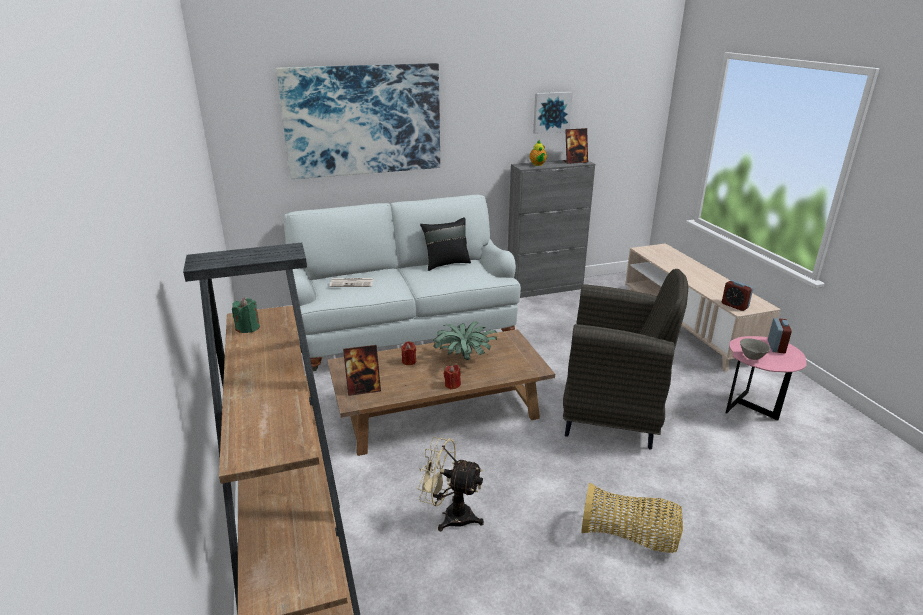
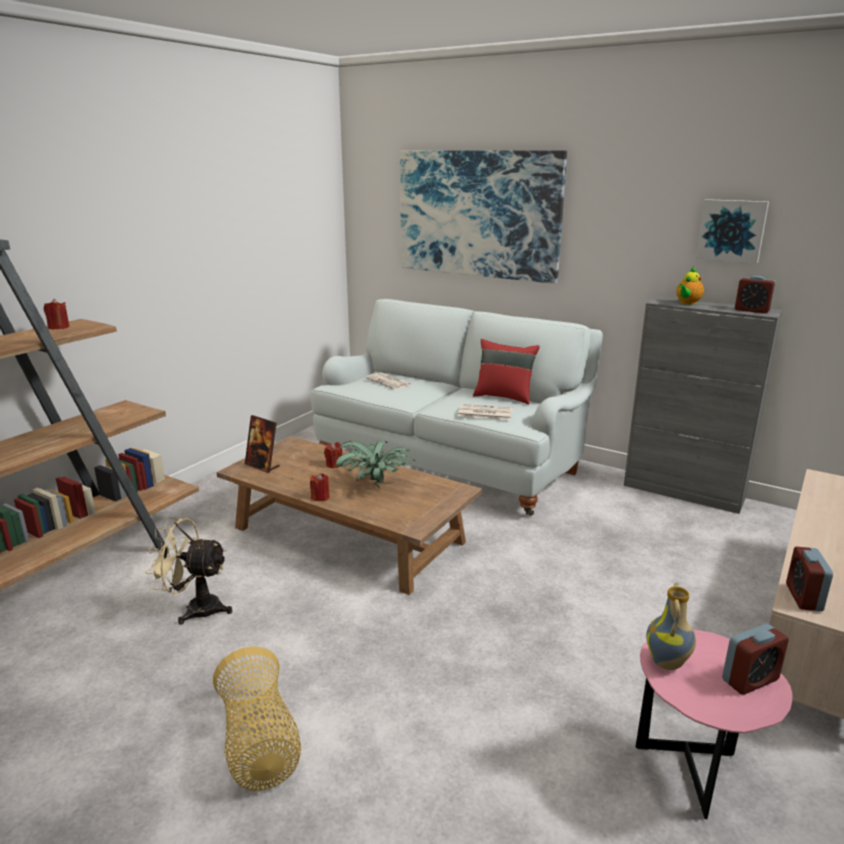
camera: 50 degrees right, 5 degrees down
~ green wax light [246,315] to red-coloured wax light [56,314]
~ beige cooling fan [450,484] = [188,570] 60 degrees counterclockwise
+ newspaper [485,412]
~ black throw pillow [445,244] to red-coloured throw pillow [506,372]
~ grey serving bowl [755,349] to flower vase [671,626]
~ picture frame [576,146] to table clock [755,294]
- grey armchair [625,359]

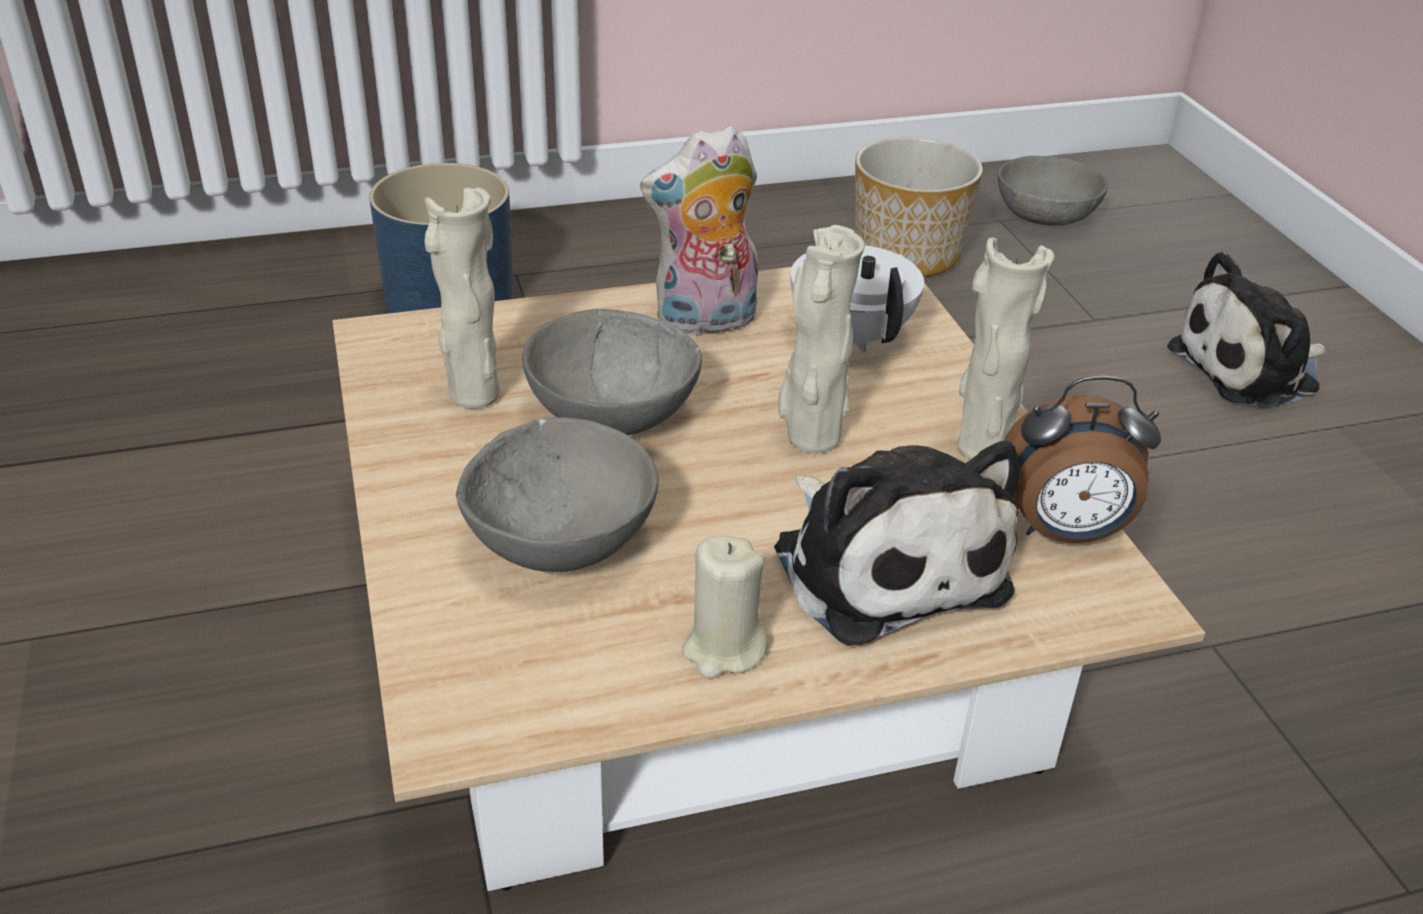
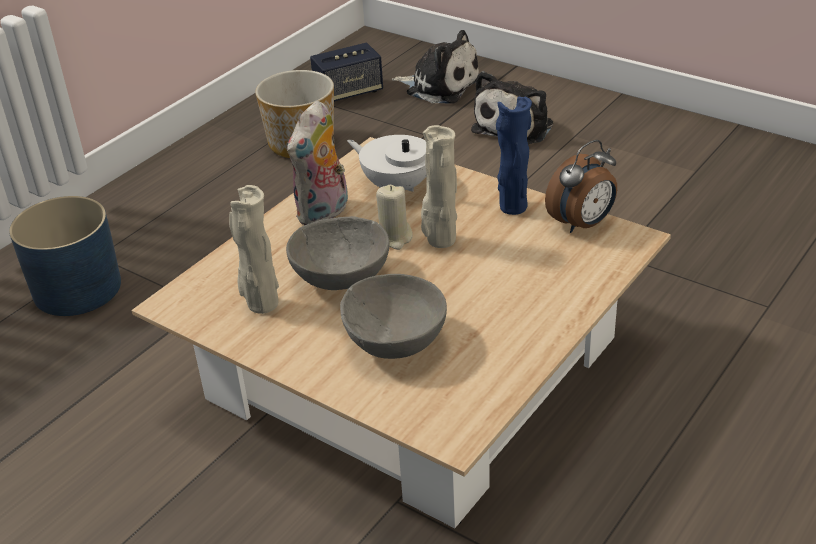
camera: 35 degrees left, 0 degrees up
~ grey serving bowl [1053,191] to speaker [346,72]
~ beige wax light [725,607] to [394,217]
~ plush toy [896,543] to [435,67]
~ beige flower vase [1005,348] to blue-coloured flower vase [514,156]

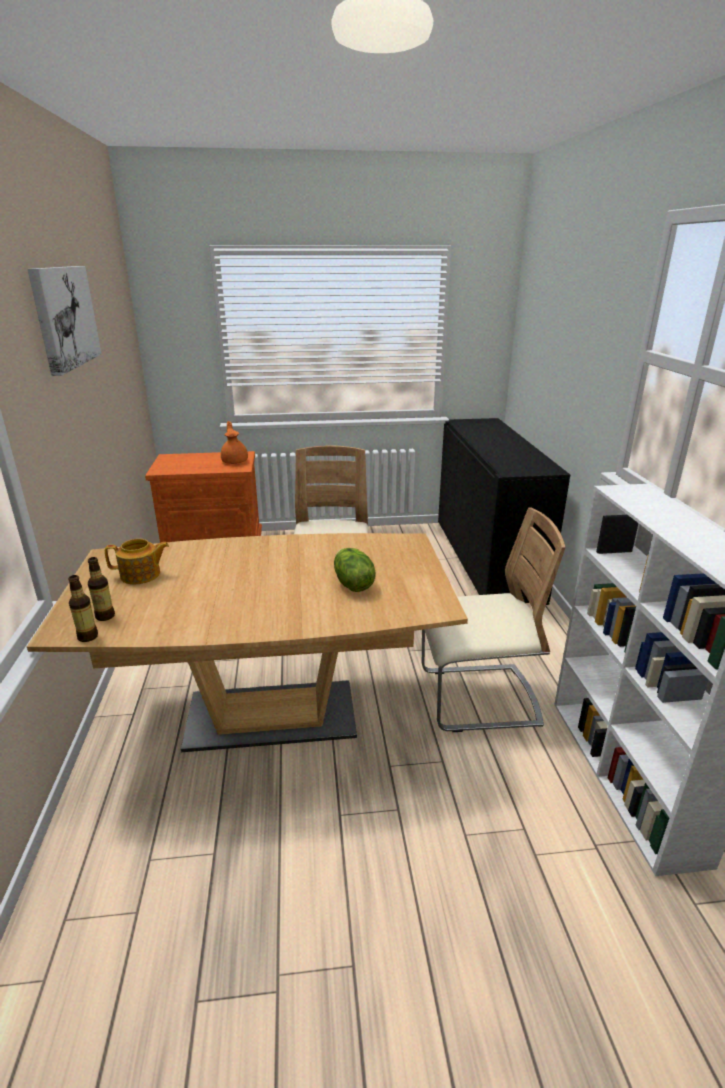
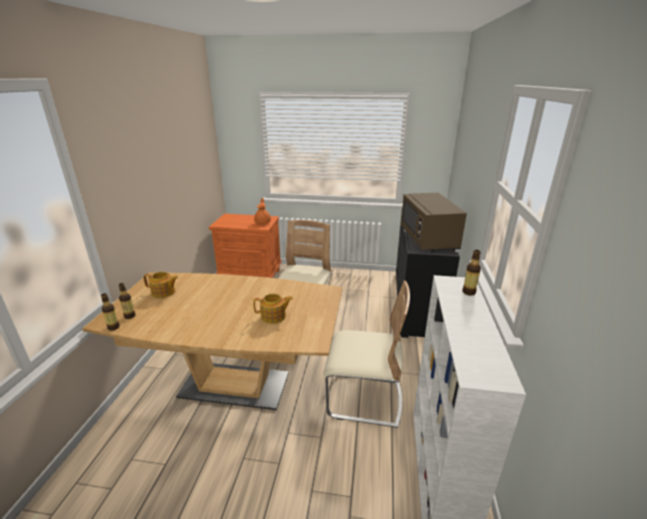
camera: 15 degrees right, 0 degrees up
~ lettuce [355,570] to tea pot [273,308]
+ brown microwave oven [434,222]
+ beverage bottle [471,273]
- wall art [65,321]

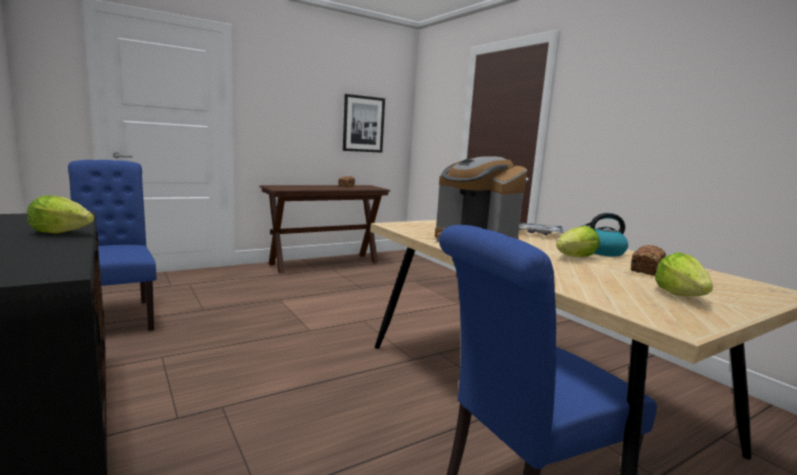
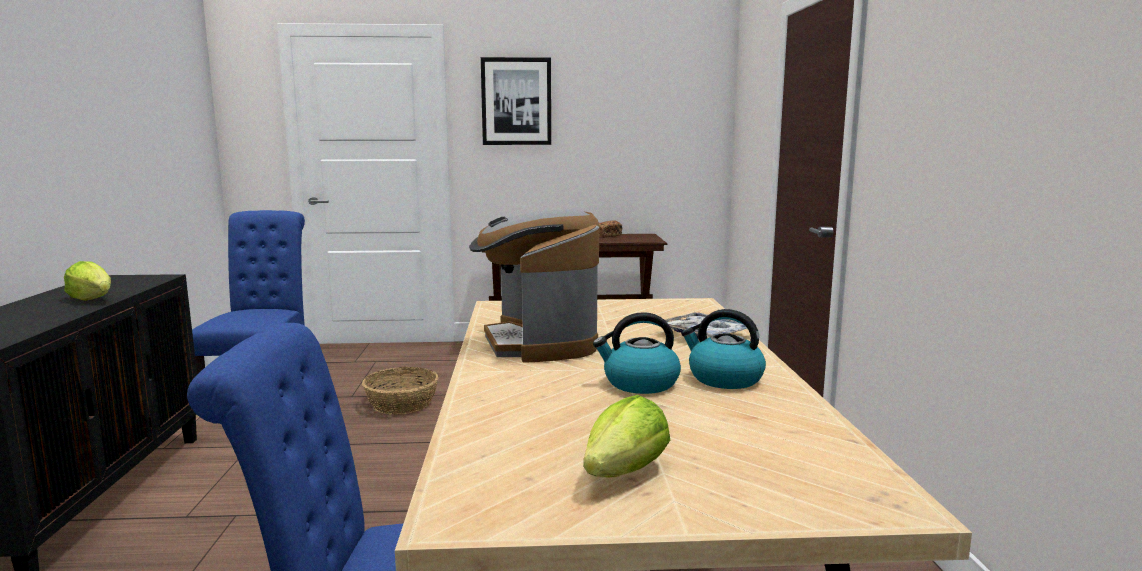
camera: 30 degrees right, 0 degrees up
+ storage basket [400,391]
~ wall art [364,123] to [516,101]
~ lettuce [578,241] to kettle [637,353]
- bread [648,260]

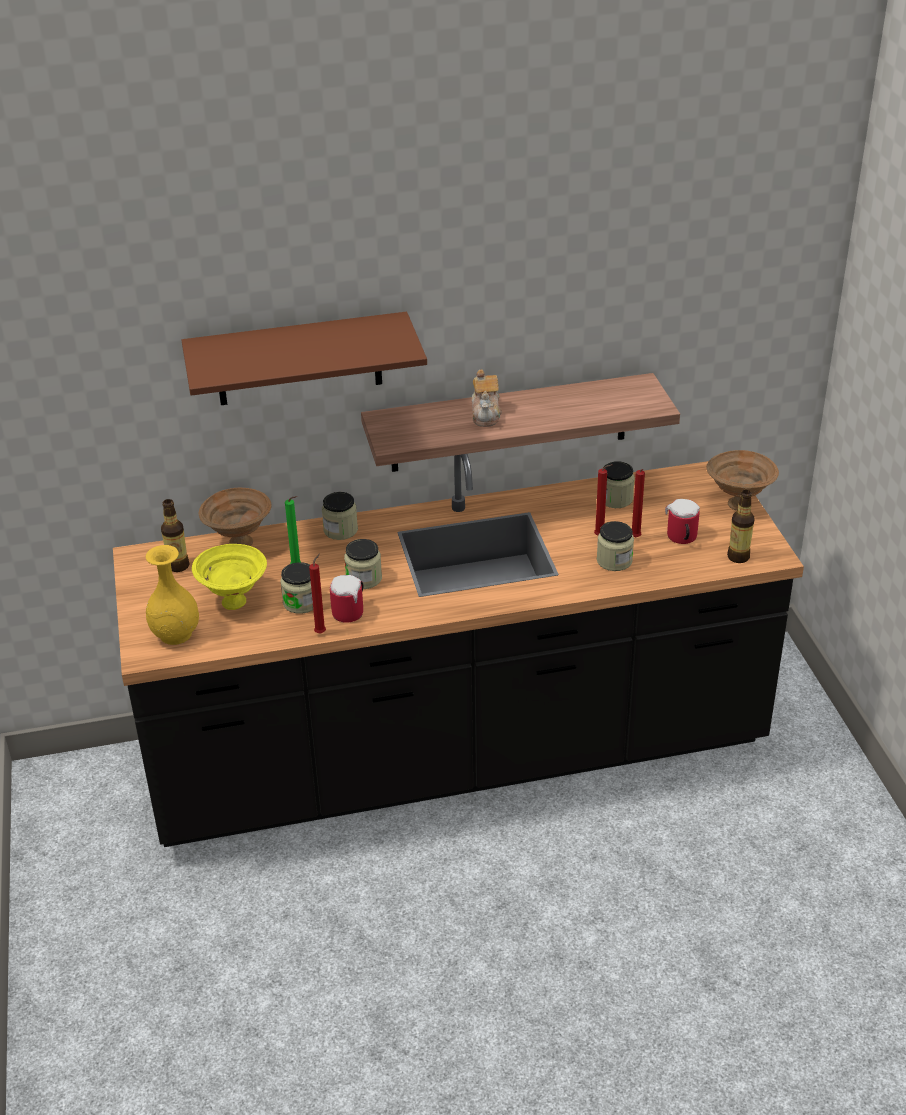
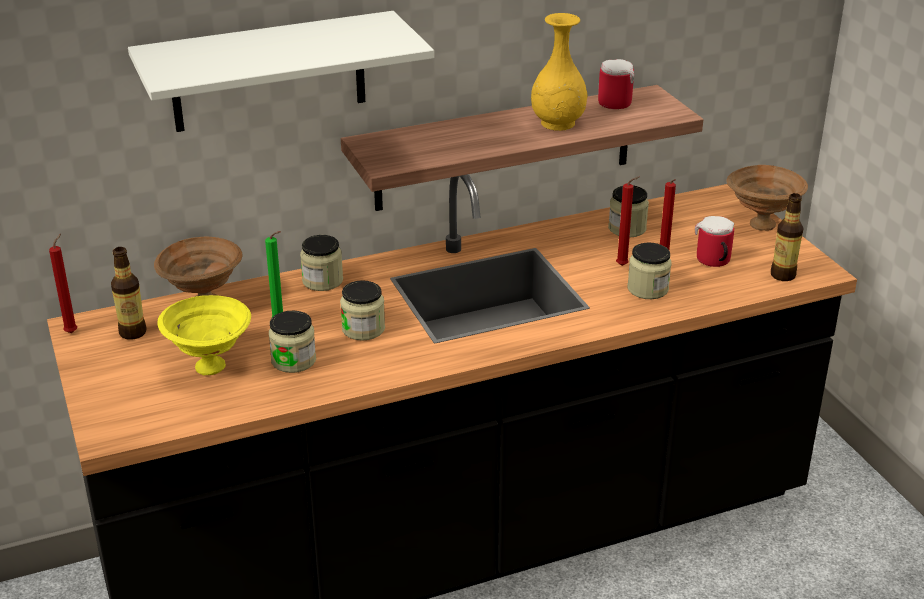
camera: 10 degrees left, 5 degrees down
~ red-coloured wax light [317,593] to [63,283]
~ brown wall shelf [304,358] to whitish wall shelf [281,71]
~ yellow-coloured flower vase [172,595] to [559,72]
~ tea mug [346,599] to [616,84]
- tea pot [487,398]

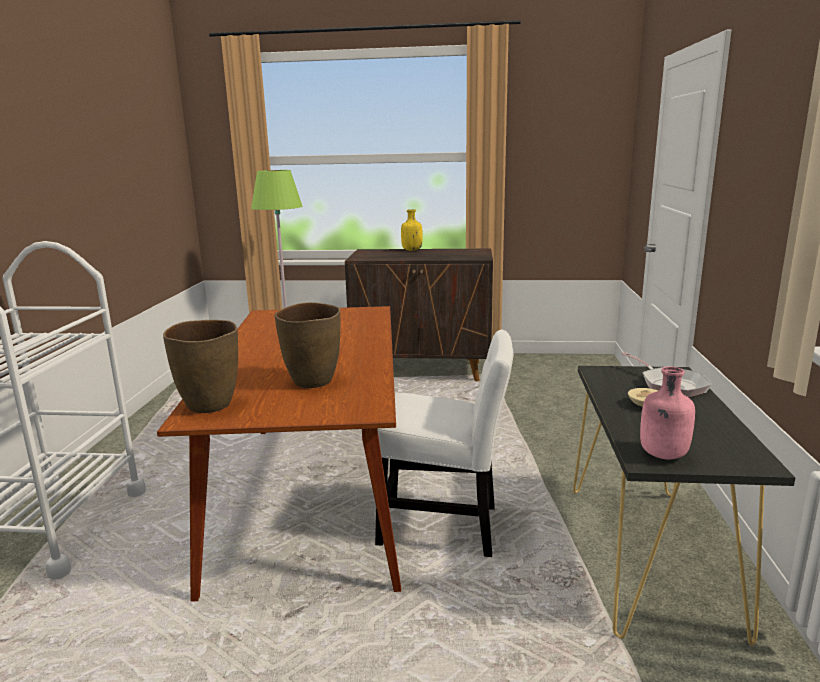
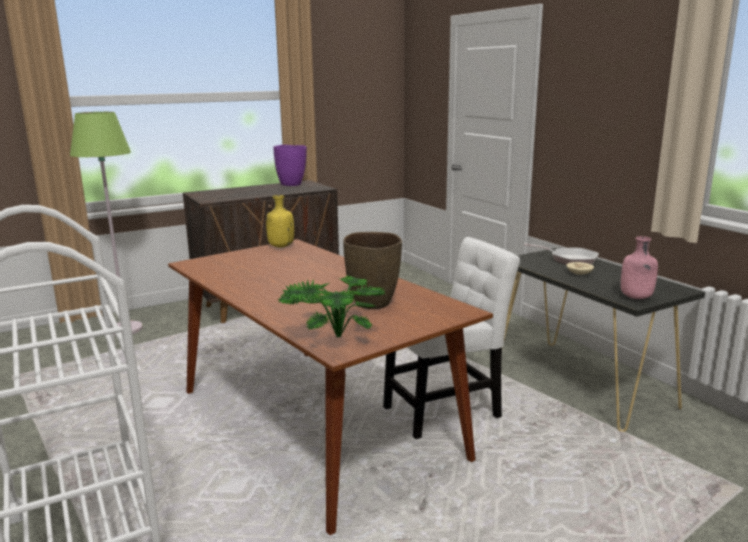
camera: 35 degrees left, 0 degrees up
~ yellow-coloured beverage bottle [412,230] to [280,221]
+ purple-coloured flower vase [290,165]
~ brown flower vase [200,366] to plant in a pot [331,306]

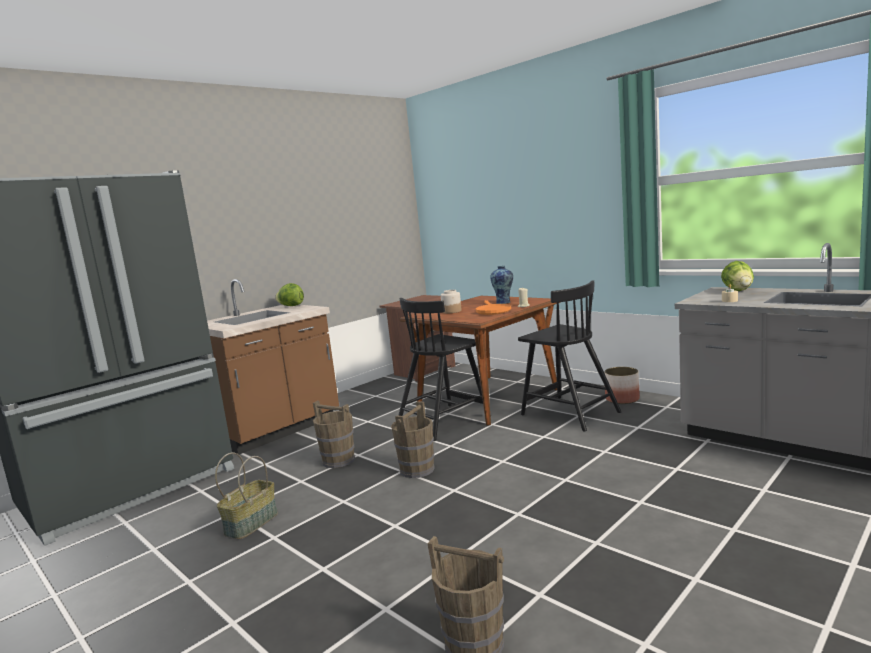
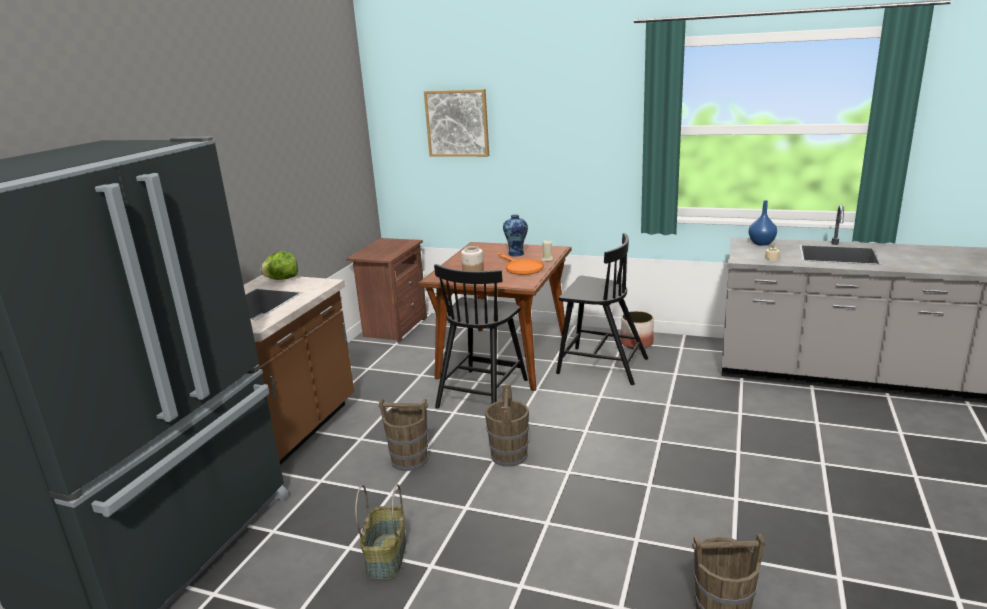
camera: 25 degrees left, 10 degrees up
+ wall art [456,123]
~ lettuce [737,276] to blue-coloured flower vase [763,223]

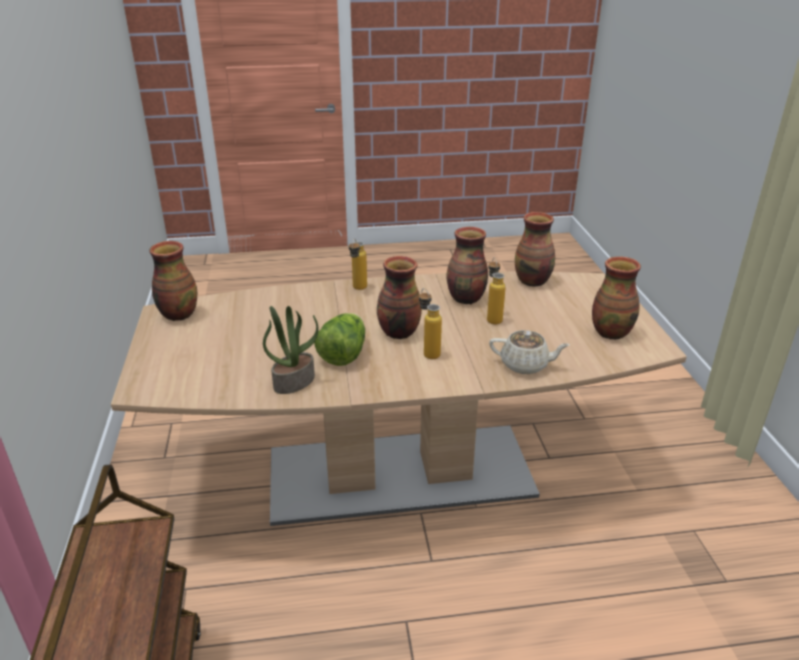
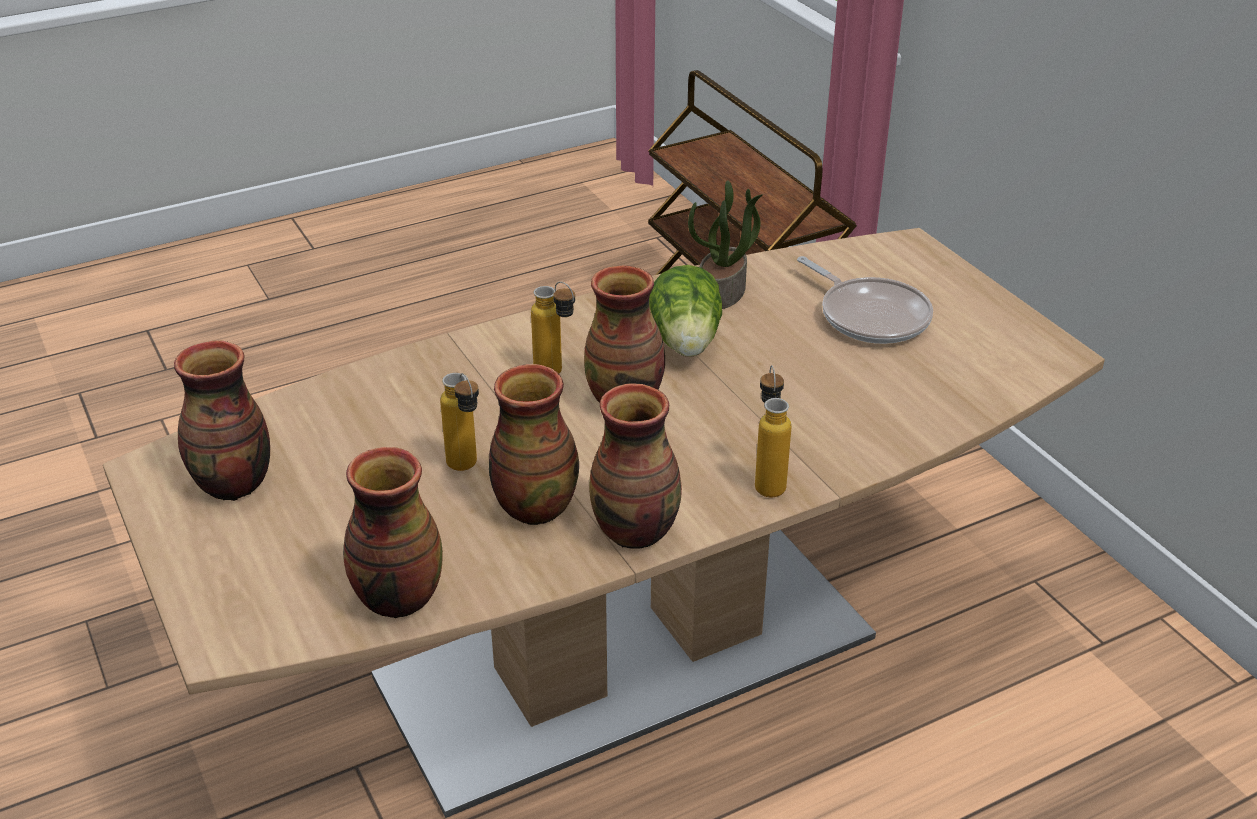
camera: 160 degrees right, 5 degrees up
~ flower vase [173,281] to [635,466]
+ skillet [865,300]
- beige tea pot [529,352]

